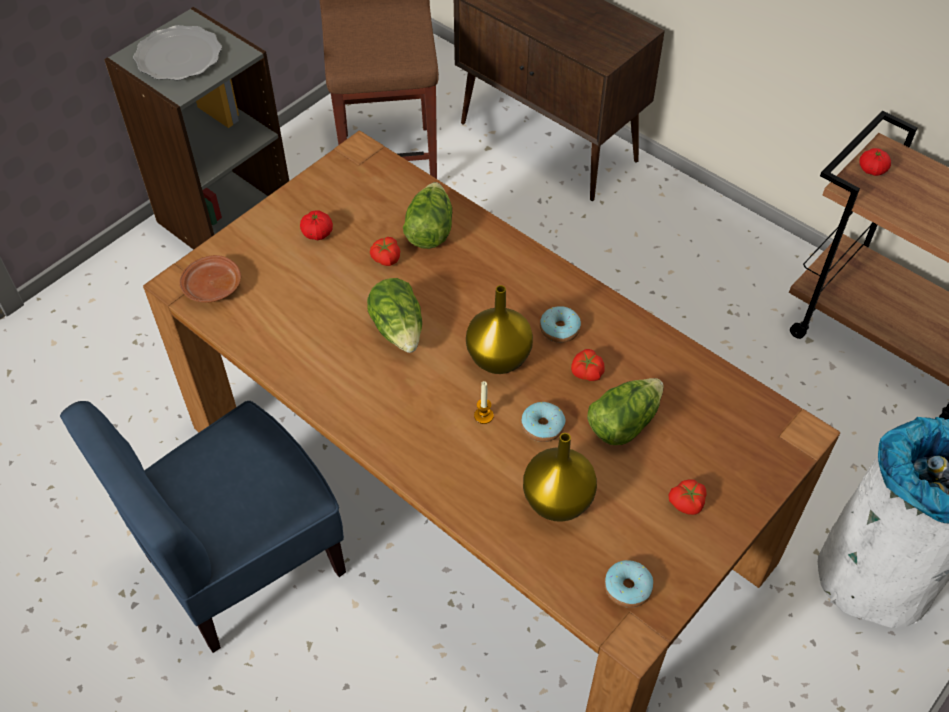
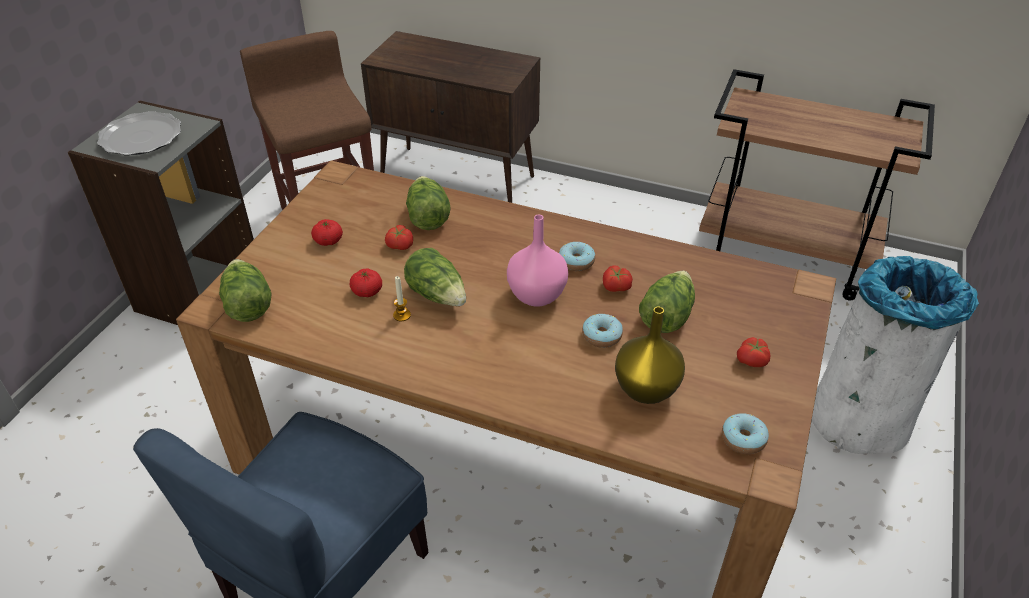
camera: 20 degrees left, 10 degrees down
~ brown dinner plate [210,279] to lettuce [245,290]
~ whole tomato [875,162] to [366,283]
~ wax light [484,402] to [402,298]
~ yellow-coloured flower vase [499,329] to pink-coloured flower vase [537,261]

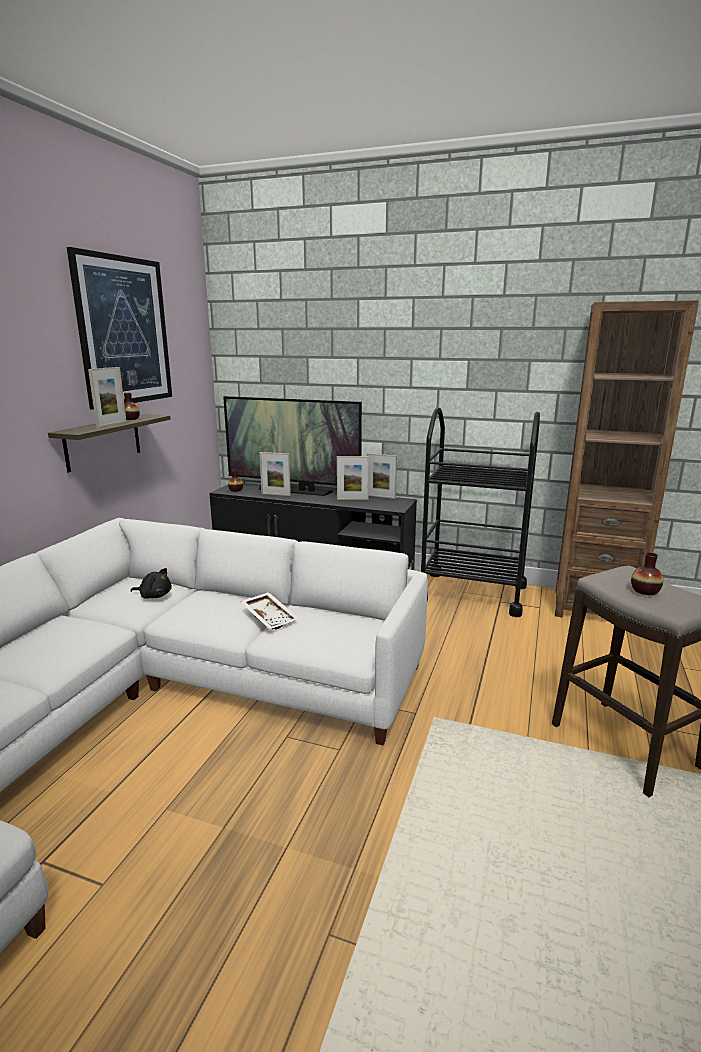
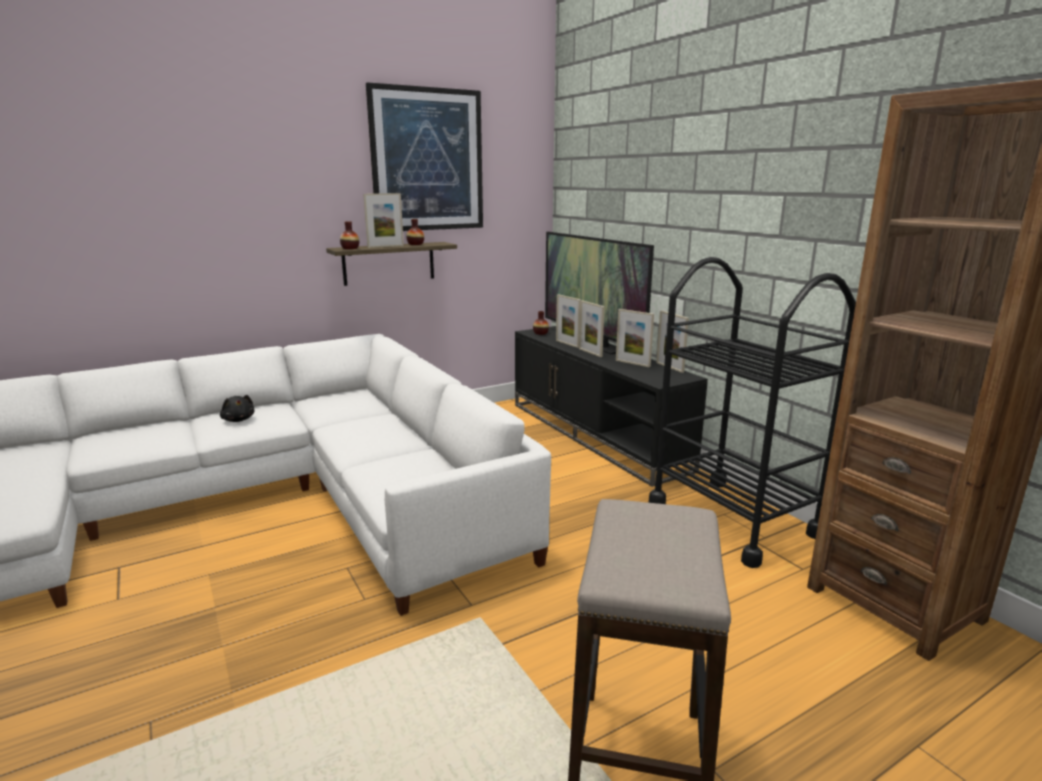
camera: 40 degrees right, 0 degrees up
~ black plush toy [151,583] to [237,408]
~ flower vase [647,574] to [349,235]
+ picture frame [592,328]
- whitish serving tray [269,610]

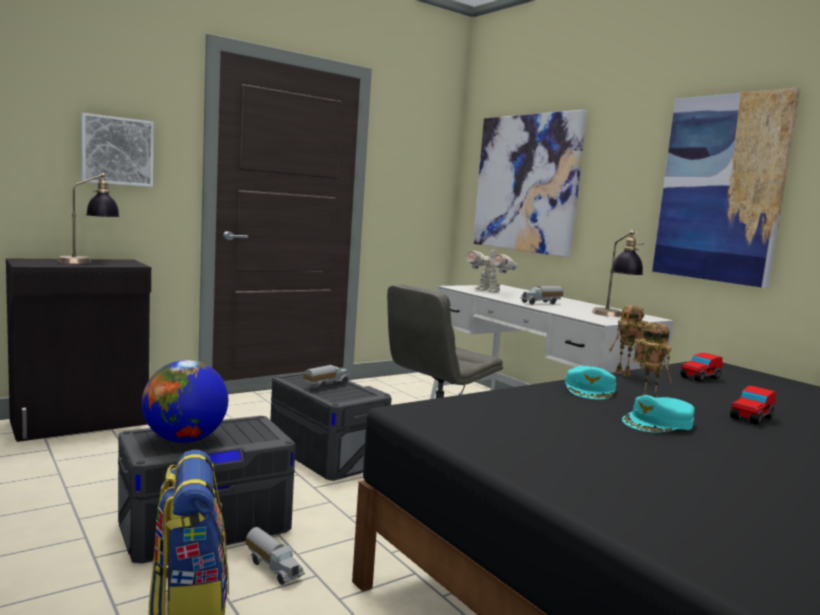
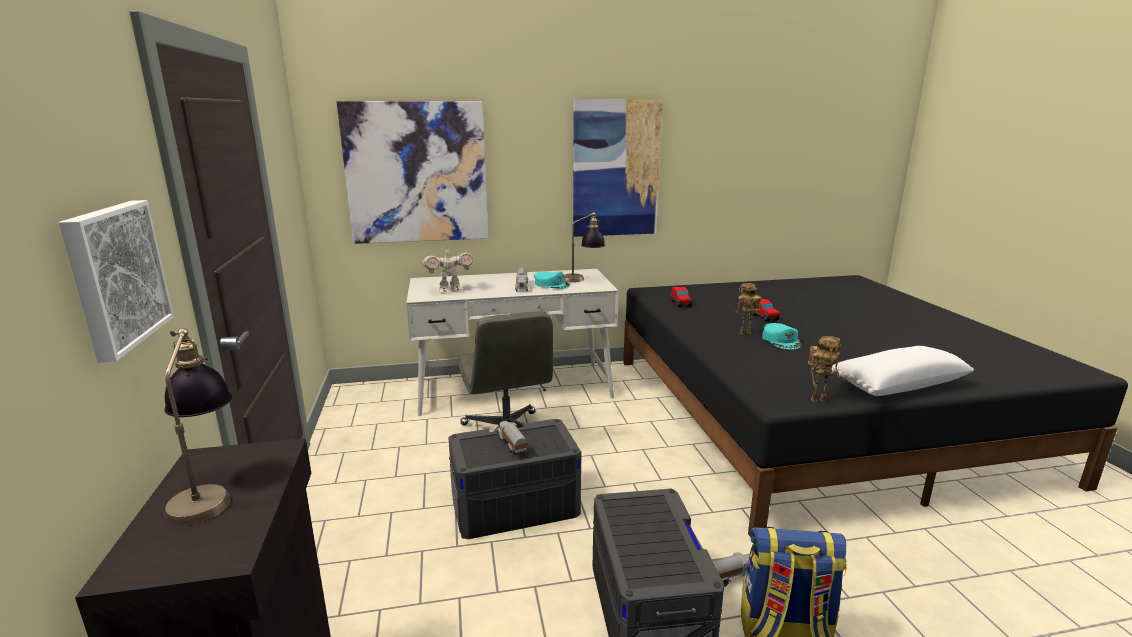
camera: 65 degrees left, 10 degrees up
~ blue-green baseball cap [590,383] to [552,280]
~ model robot [628,341] to [825,369]
+ whitish throw pillow [902,371]
- desk globe [185,401]

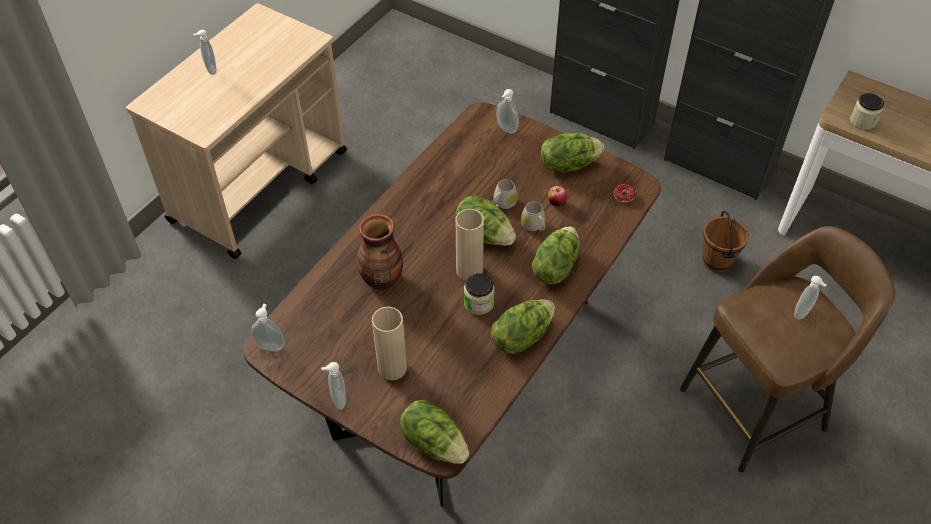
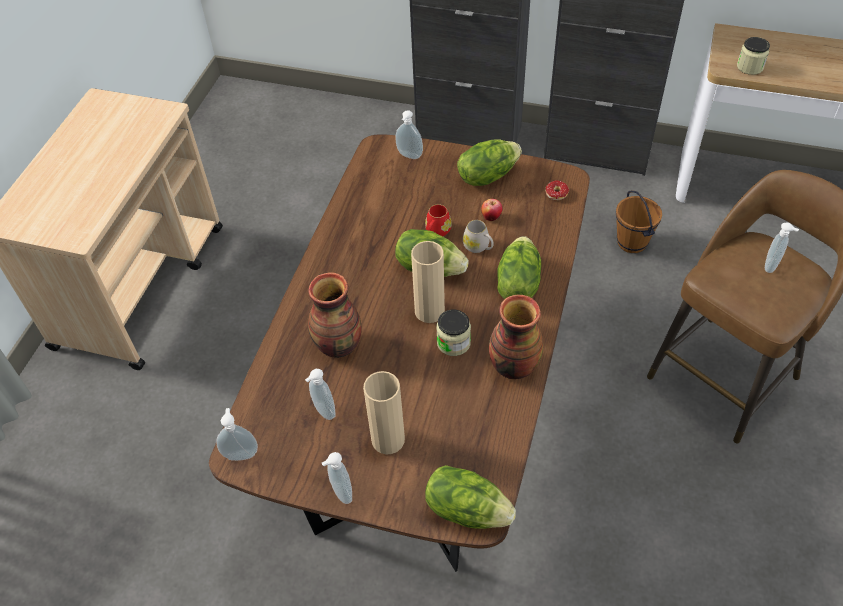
camera: 15 degrees left, 0 degrees up
~ soap dispenser [204,52] to [320,394]
~ whitish tea mug [505,194] to red-coloured tea mug [438,220]
~ lettuce [523,326] to flower vase [516,337]

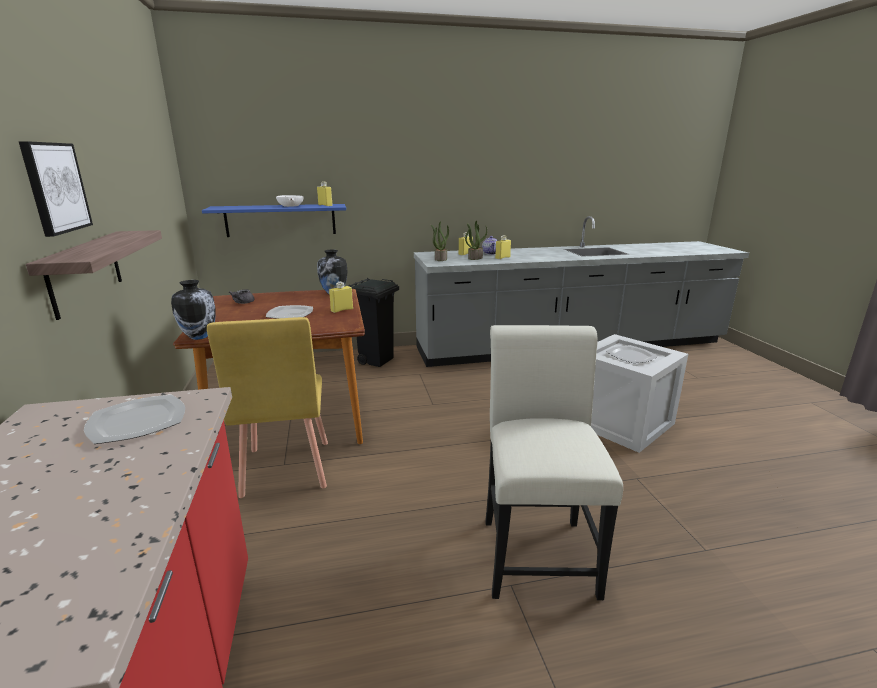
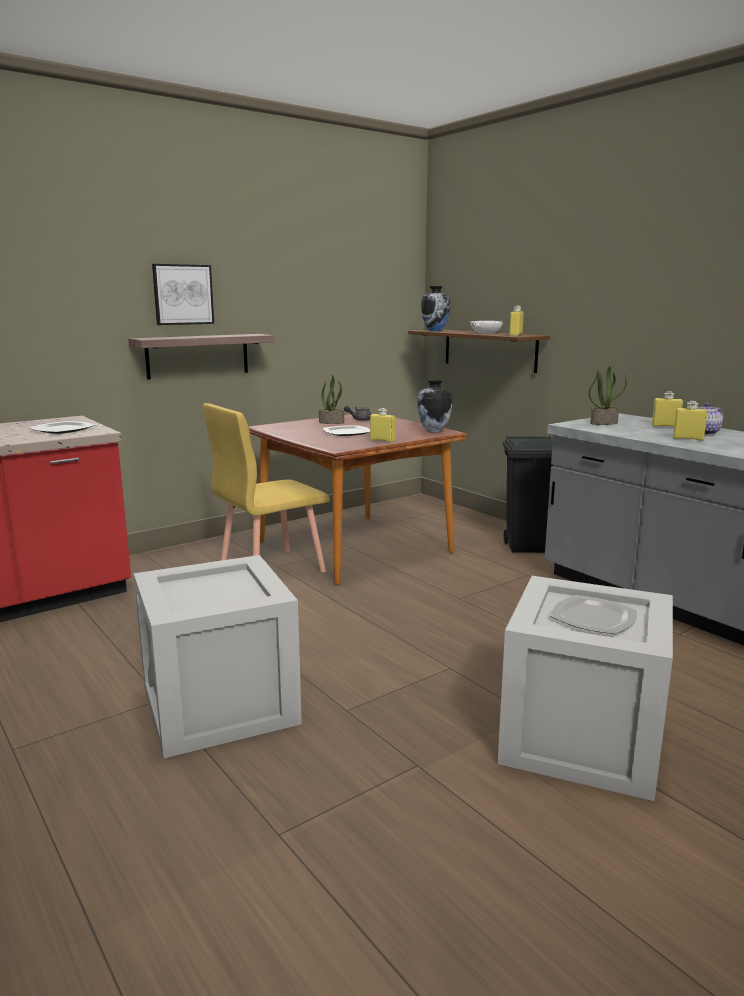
camera: 65 degrees right, 5 degrees down
~ whitish chair [554,462] to shipping crate [218,656]
~ plant in a pot [476,240] to [331,399]
~ blue-coloured wall shelf [274,220] to brown wall shelf [479,351]
~ flower vase [193,310] to [435,308]

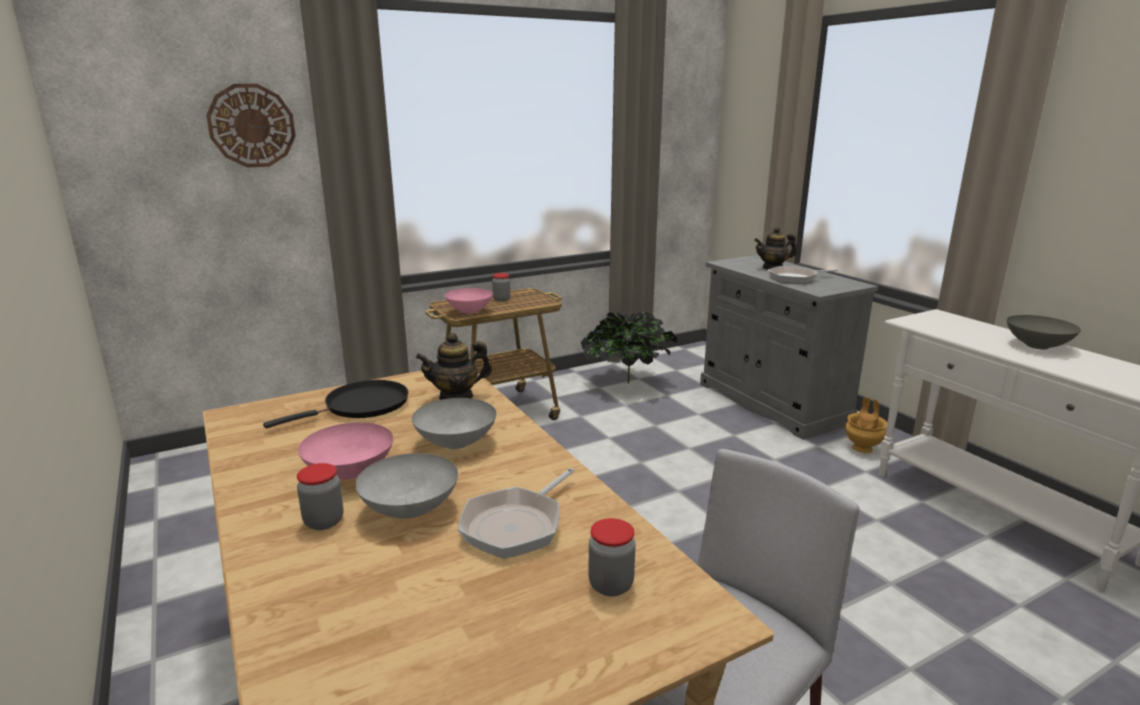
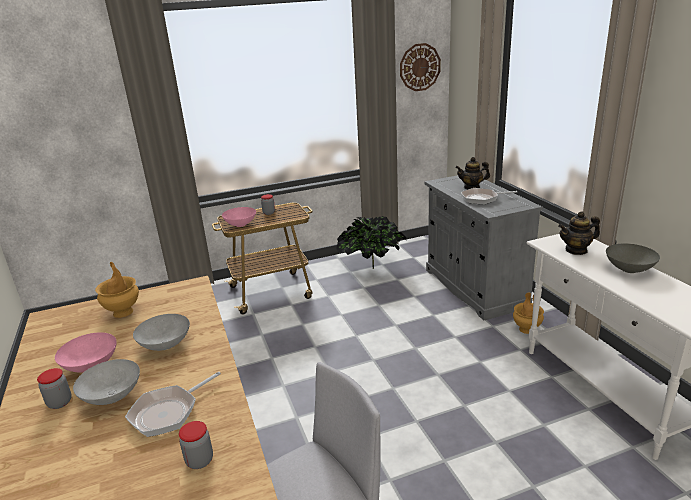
camera: 10 degrees right, 5 degrees up
~ black skillet [335,404] to brown flower vase [117,290]
~ hanging clock [251,126] to [420,67]
~ tea pot [454,366] to [579,233]

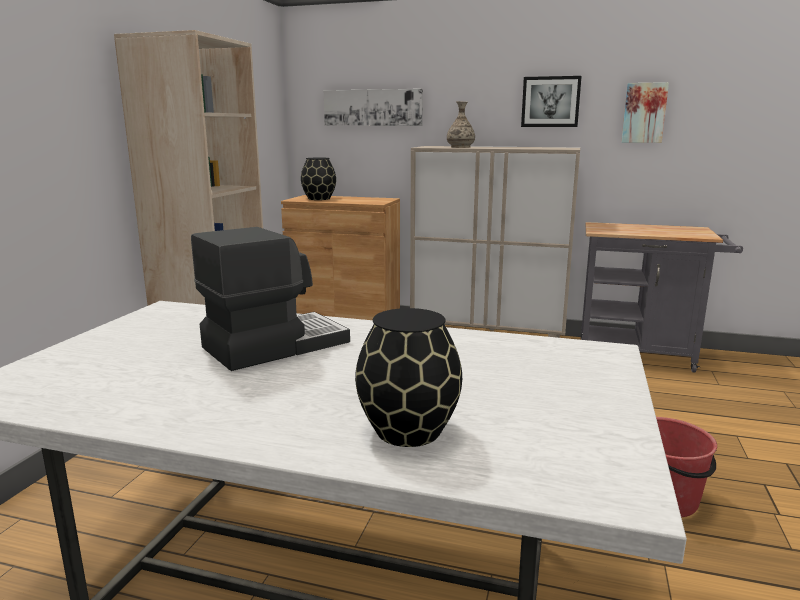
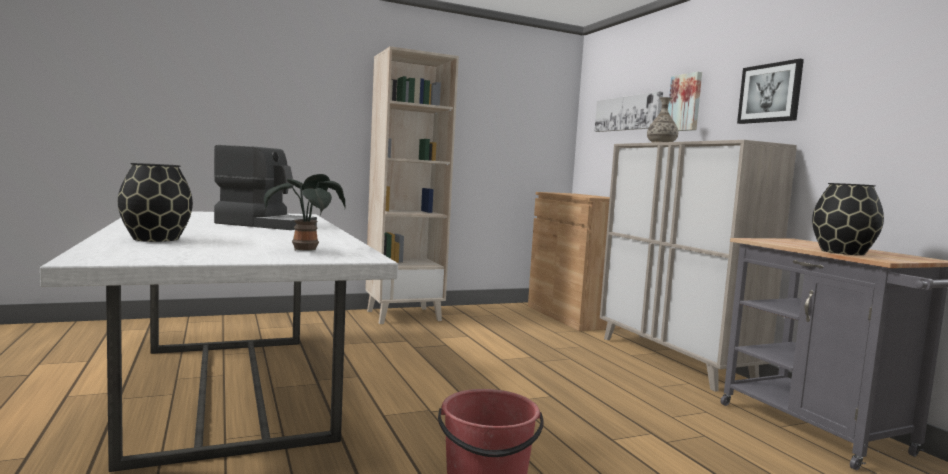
camera: 50 degrees right, 10 degrees down
+ plant in a pot [305,212]
~ wall art [645,112] to [685,101]
~ black flower vase [318,179] to [848,219]

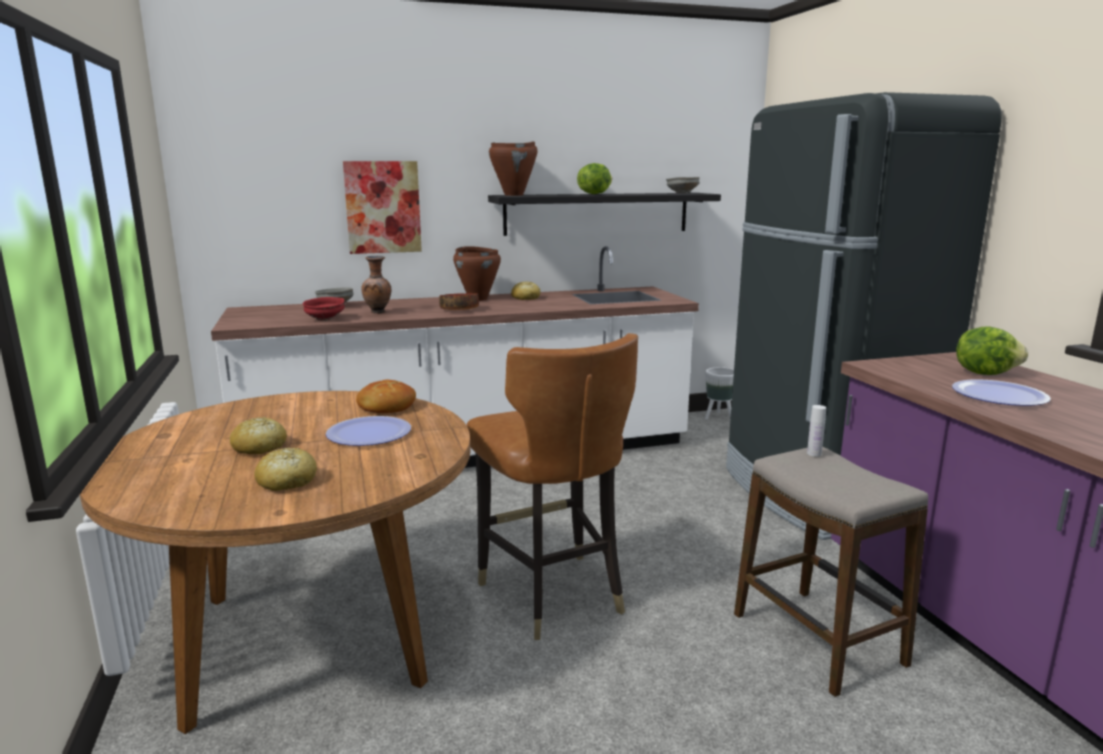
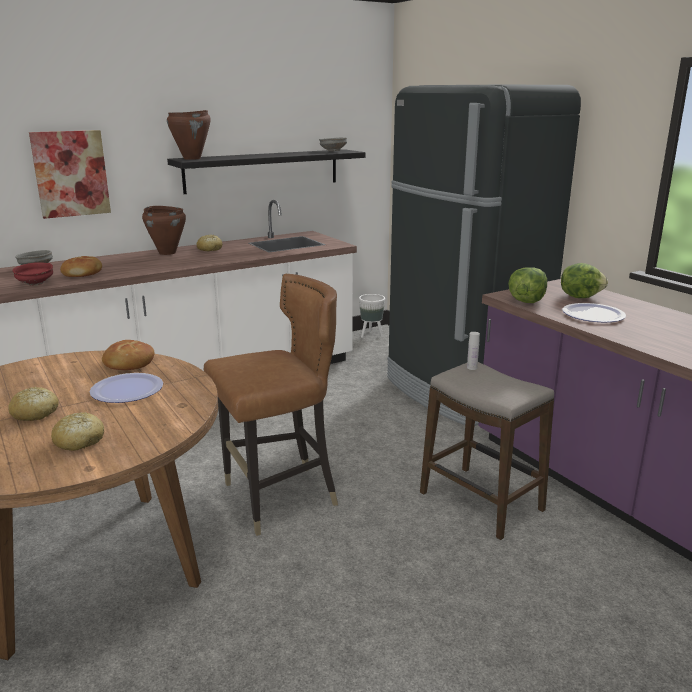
camera: 15 degrees left, 5 degrees up
~ brown flower vase [376,285] to bread [81,266]
~ brown chair [552,486] = [271,405] 75 degrees counterclockwise
~ lettuce [594,178] to [527,285]
- serving bowl [459,301]

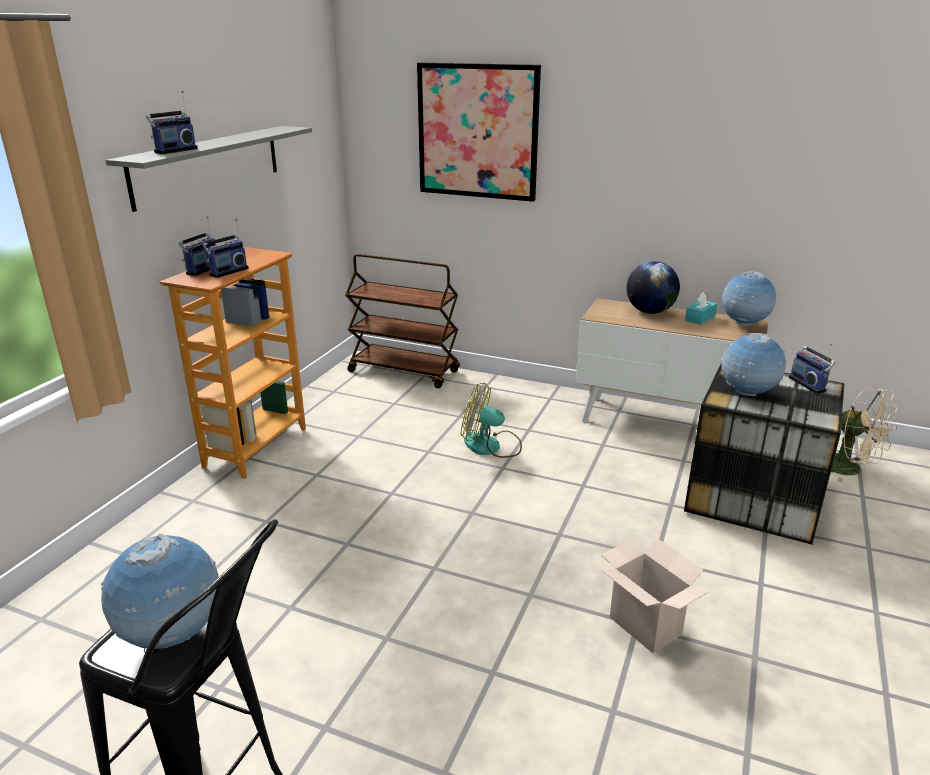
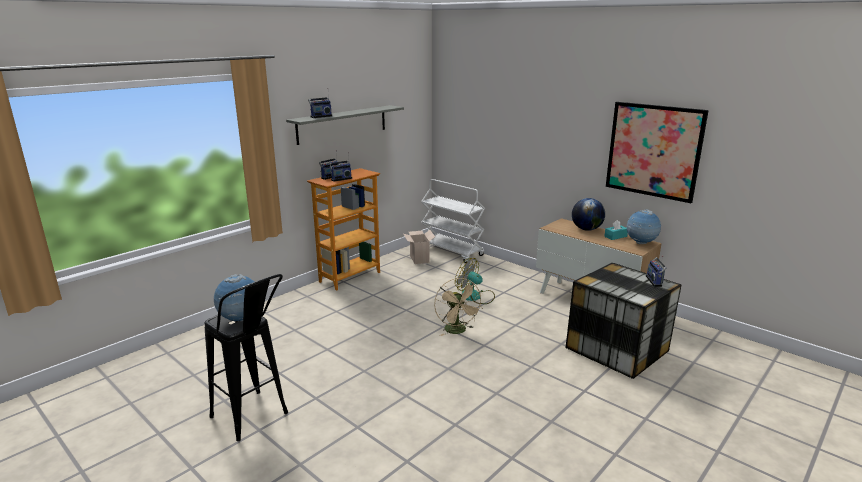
camera: 20 degrees right, 5 degrees down
~ packing box [654,595] to [419,247]
~ brown cart [402,321] to whitish cart [453,221]
~ beige cooling fan [864,434] to [458,307]
~ wall art [479,132] to [657,152]
- desk globe [753,364]

